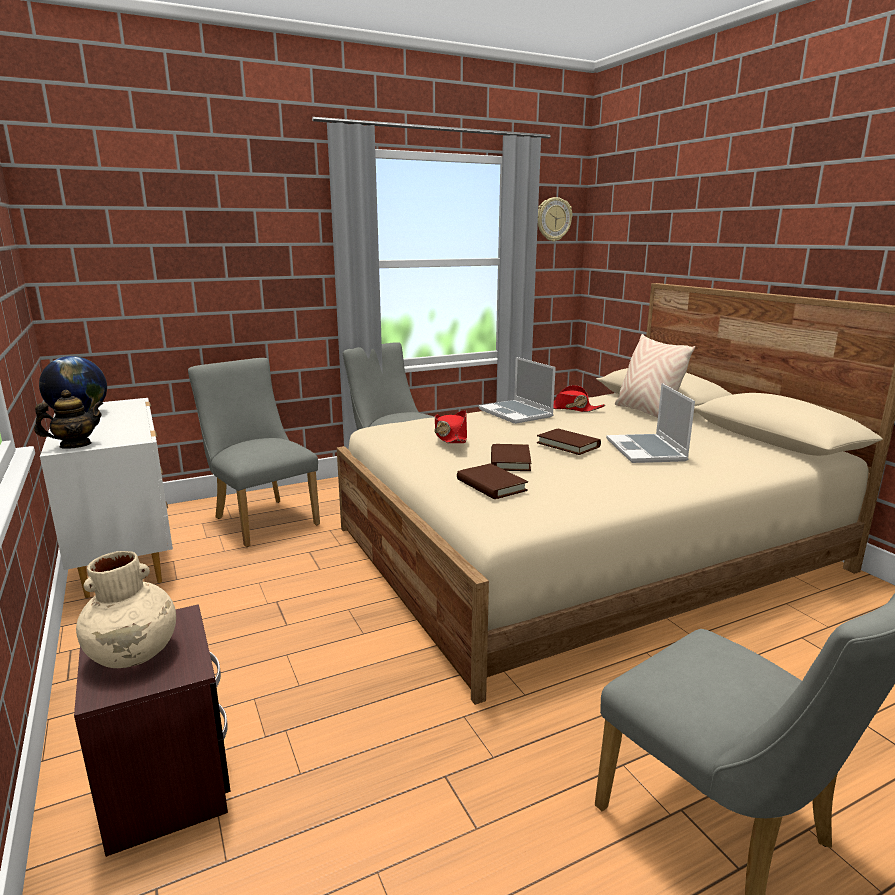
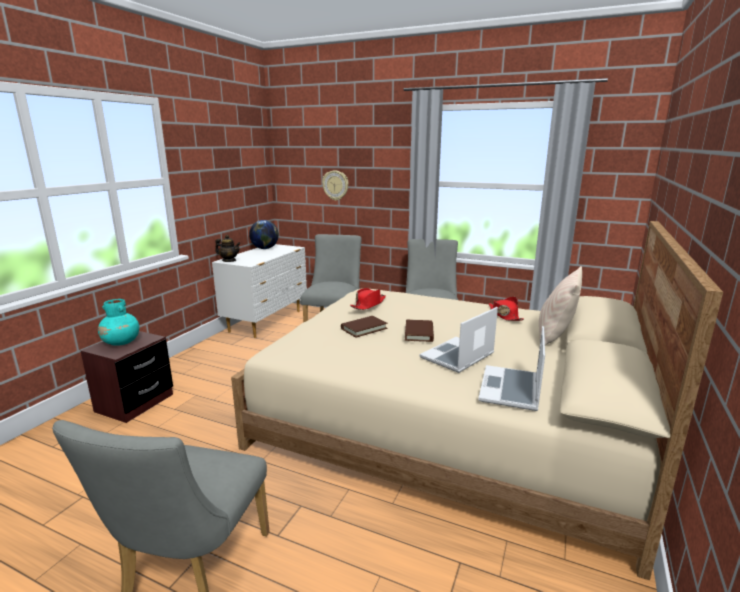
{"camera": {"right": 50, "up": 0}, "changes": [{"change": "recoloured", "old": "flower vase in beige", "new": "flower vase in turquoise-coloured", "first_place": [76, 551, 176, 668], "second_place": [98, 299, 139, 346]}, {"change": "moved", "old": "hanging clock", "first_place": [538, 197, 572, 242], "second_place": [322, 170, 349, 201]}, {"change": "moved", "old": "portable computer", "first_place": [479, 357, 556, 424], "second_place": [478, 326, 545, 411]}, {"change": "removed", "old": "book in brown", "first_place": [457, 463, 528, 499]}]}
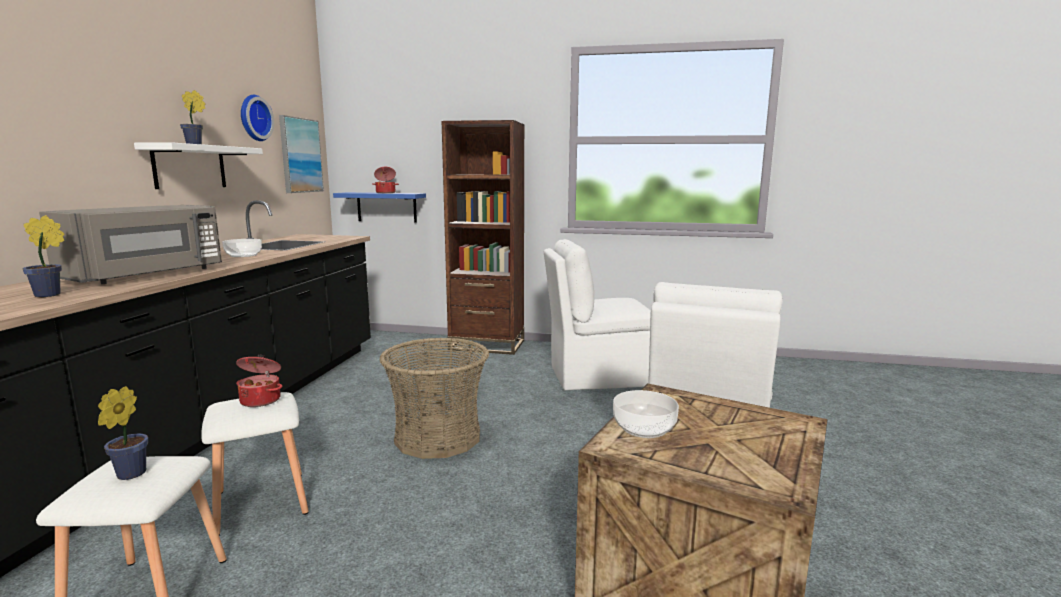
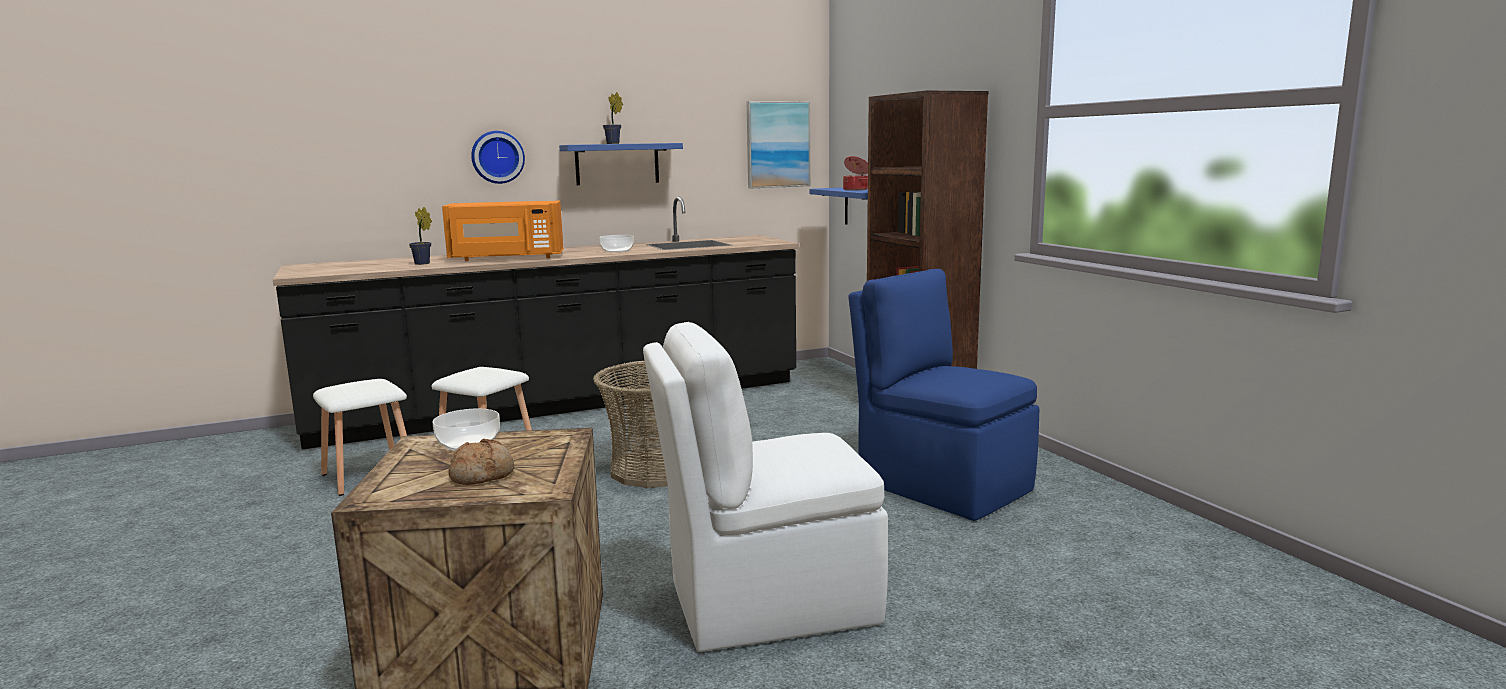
{"camera": {"right": 55, "up": 0}, "changes": [{"change": "recoloured", "old": "microwave in gray", "new": "microwave in orangey", "first_place": [39, 205, 222, 284], "second_place": [442, 201, 564, 261]}, {"change": "added", "new": "baked bread", "second_place": [448, 439, 514, 485]}, {"change": "moved", "old": "hanging clock", "first_place": [241, 95, 274, 141], "second_place": [471, 131, 525, 184]}, {"change": "recoloured", "old": "bracket shelf in whitish", "new": "bracket shelf in blue", "first_place": [134, 142, 263, 189], "second_place": [559, 143, 683, 185]}, {"change": "recoloured", "old": "upright chair in whitish", "new": "upright chair in blue", "first_place": [544, 239, 651, 390], "second_place": [848, 269, 1039, 521]}, {"change": "removed", "old": "houseplant", "first_place": [98, 386, 148, 480]}, {"change": "removed", "old": "saucepot", "first_place": [236, 355, 282, 407]}]}
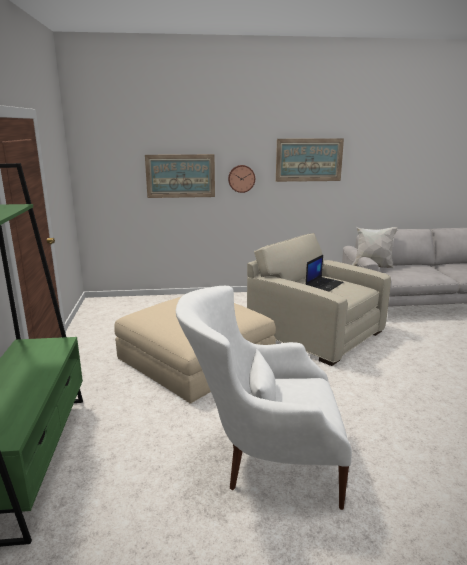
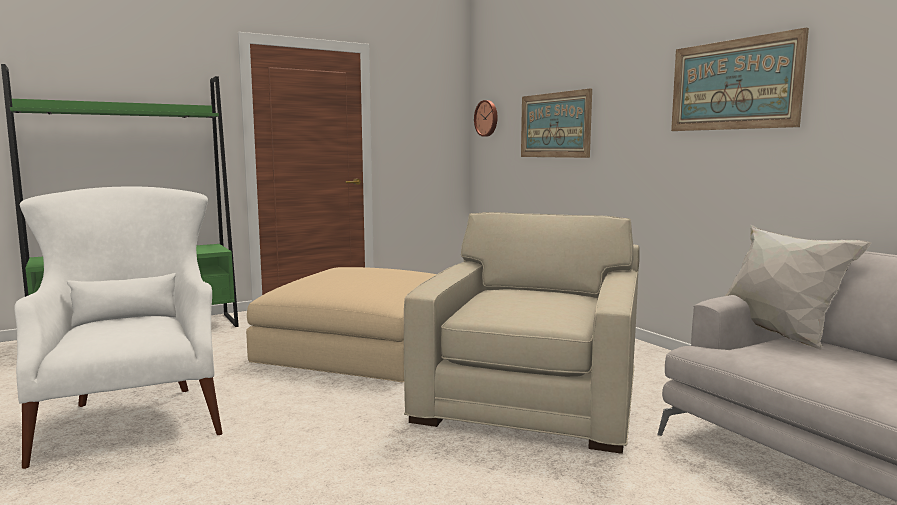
{"camera": {"right": 65, "up": -10}, "changes": [{"change": "moved", "old": "hanging clock", "first_place": [228, 165, 255, 193], "second_place": [474, 100, 498, 137]}, {"change": "removed", "old": "portable computer", "first_place": [305, 255, 344, 291]}]}
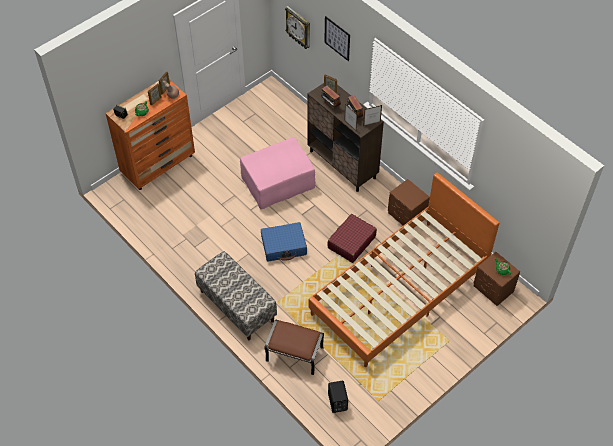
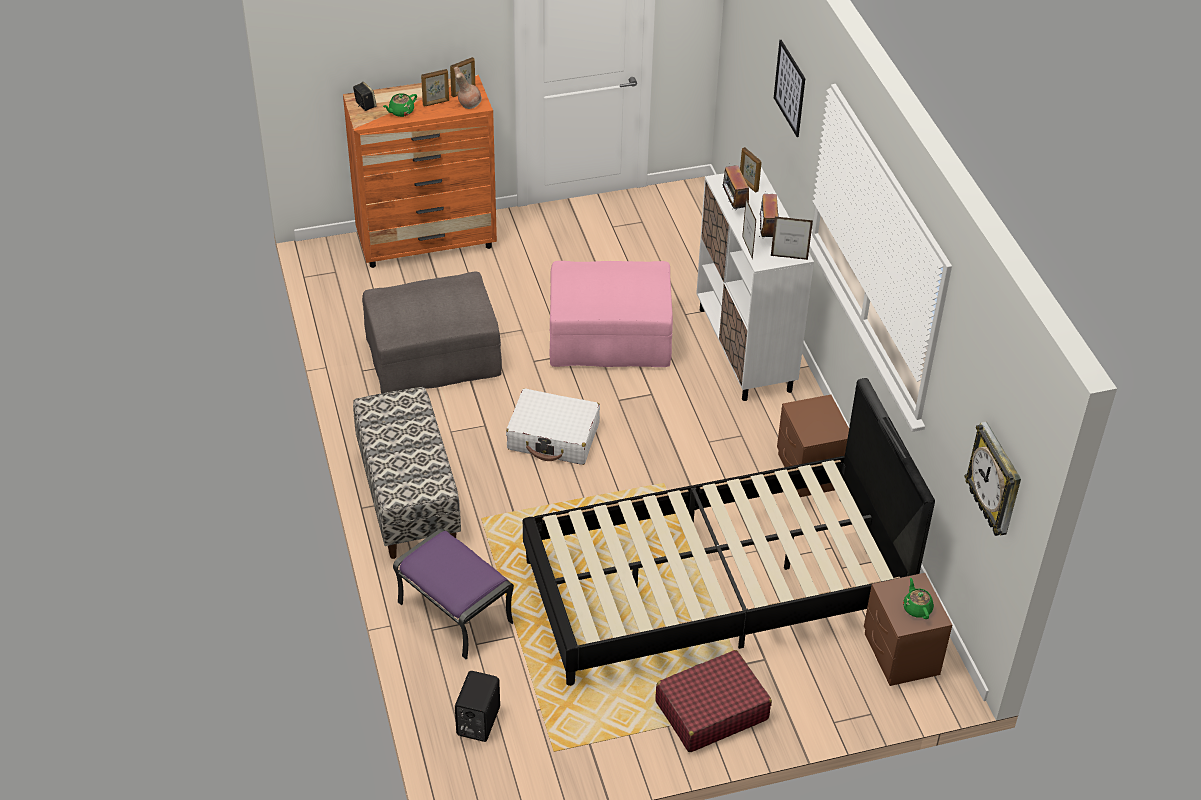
{"camera": {"right": 25, "up": -10}, "changes": [{"change": "added", "new": "ottoman in gray", "second_place": [362, 272, 502, 393]}, {"change": "recoloured", "old": "ottoman in brown", "new": "ottoman in purplish", "first_place": [264, 319, 324, 375], "second_place": [393, 528, 514, 659]}, {"change": "recoloured", "old": "piece of luggage in blue", "new": "piece of luggage in whitish", "first_place": [261, 222, 307, 261], "second_place": [506, 388, 600, 465]}, {"change": "recoloured", "old": "bed in orangey", "new": "bed in black-coloured", "first_place": [309, 172, 500, 367], "second_place": [523, 378, 935, 686]}, {"change": "moved", "old": "piece of luggage in reddish", "first_place": [328, 214, 377, 263], "second_place": [655, 650, 772, 752]}, {"change": "recoloured", "old": "cabinet in brown", "new": "cabinet in whitish", "first_place": [308, 83, 384, 192], "second_place": [696, 167, 814, 401]}, {"change": "moved", "old": "hanging clock", "first_place": [285, 6, 310, 49], "second_place": [964, 422, 1021, 536]}]}
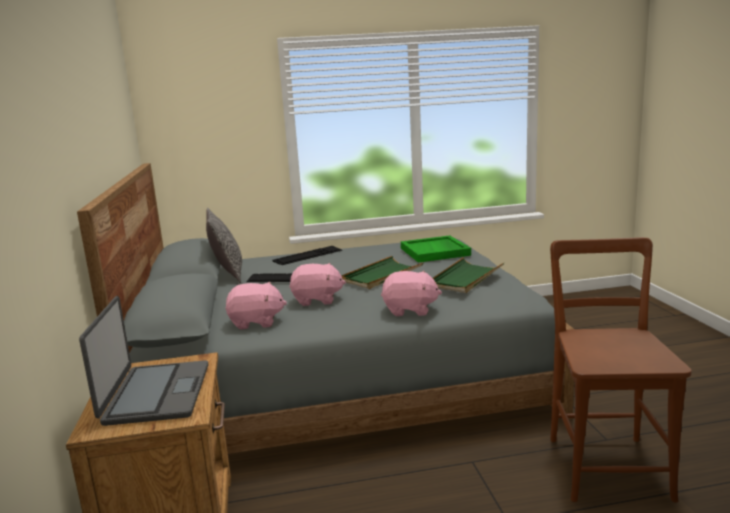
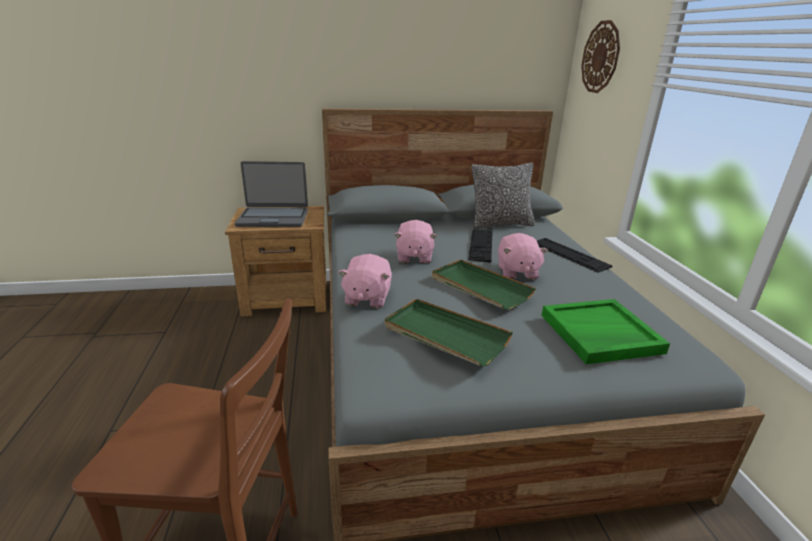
{"camera": {"right": 90, "up": 10}, "changes": [{"change": "moved", "old": "soft toy in pink-coloured", "first_place": [225, 282, 287, 330], "second_place": [498, 233, 548, 280]}, {"change": "added", "new": "hanging clock", "second_place": [581, 20, 620, 93]}]}
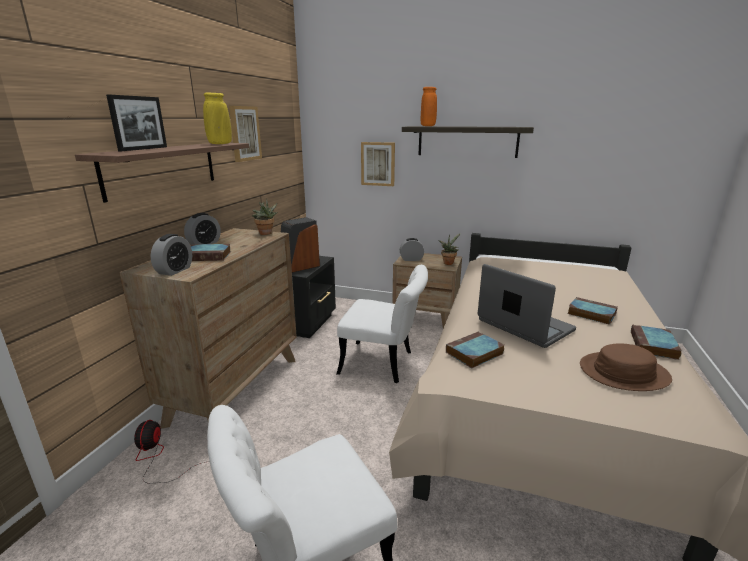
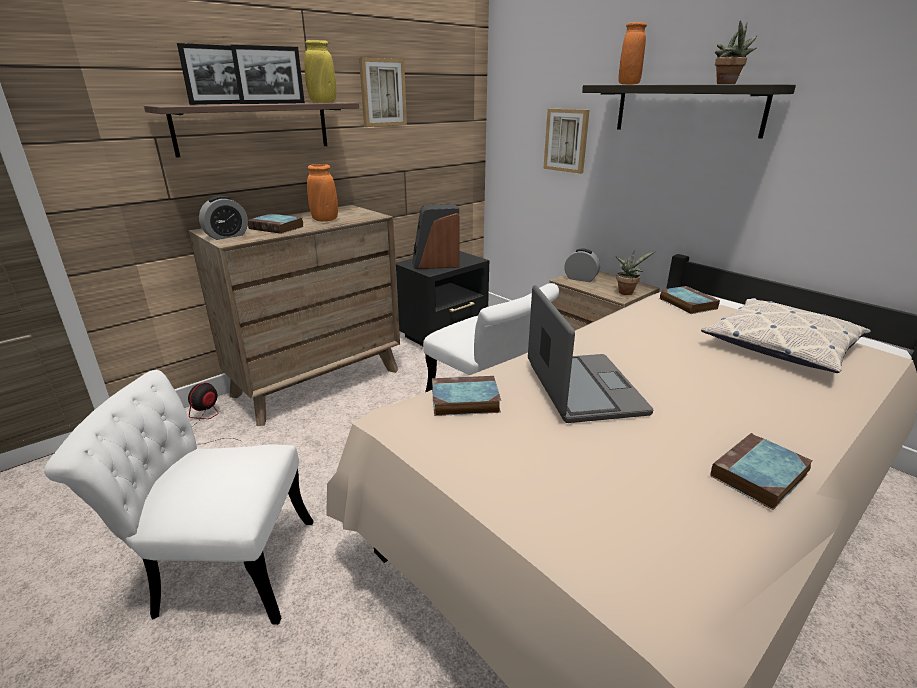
{"camera": {"right": 30, "up": 5}, "changes": [{"change": "added", "new": "standing frame", "second_place": [231, 45, 305, 104]}, {"change": "added", "new": "flower vase in orangey", "second_place": [307, 164, 338, 221]}, {"change": "moved", "old": "book", "first_place": [567, 297, 618, 325], "second_place": [659, 286, 720, 314]}, {"change": "added", "new": "cushion", "second_place": [701, 298, 871, 373]}, {"change": "moved", "old": "houseplant", "first_place": [252, 199, 278, 235], "second_place": [715, 20, 757, 84]}, {"change": "removed", "old": "alarm clock", "first_place": [184, 213, 221, 245]}, {"change": "removed", "old": "wearable hat in brown", "first_place": [580, 343, 672, 391]}]}
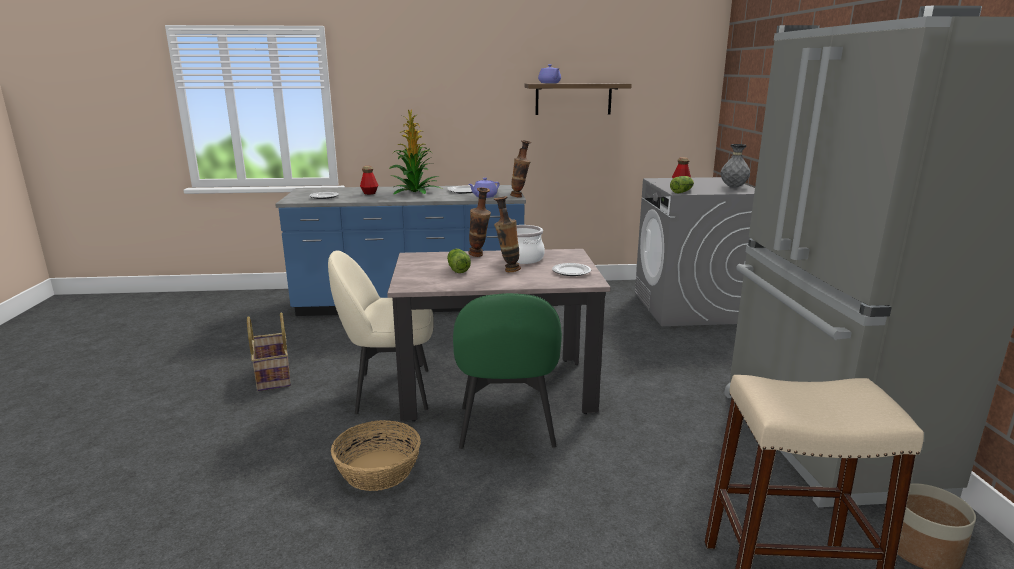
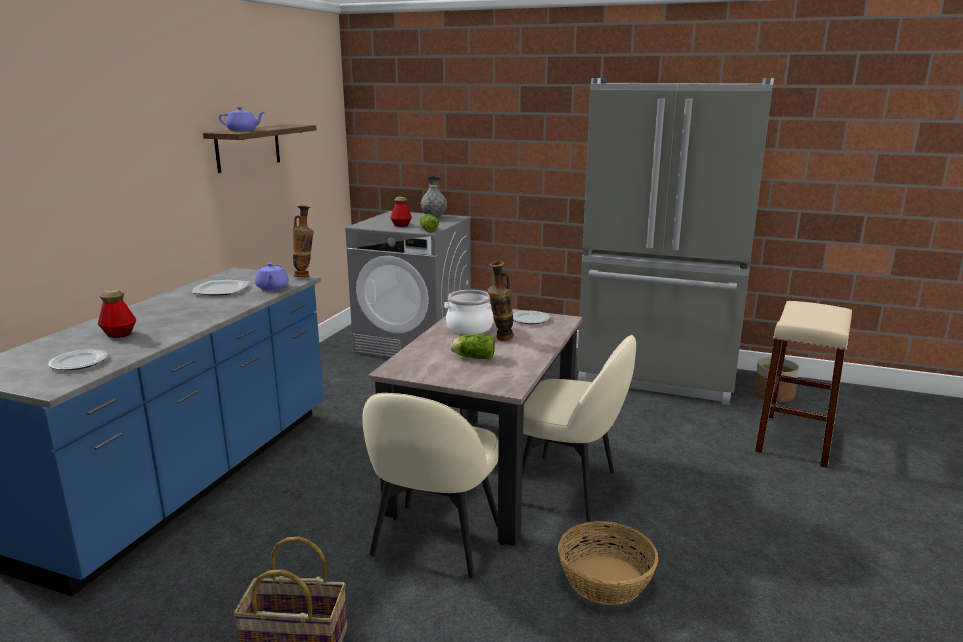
{"camera": {"right": -65, "up": 0}, "changes": [{"change": "recoloured", "old": "upright chair in green", "new": "upright chair in beige", "first_place": [453, 293, 562, 449], "second_place": [522, 335, 636, 522]}, {"change": "removed", "old": "houseplant", "first_place": [389, 110, 442, 194]}, {"change": "removed", "old": "flower vase", "first_place": [468, 187, 491, 257]}]}
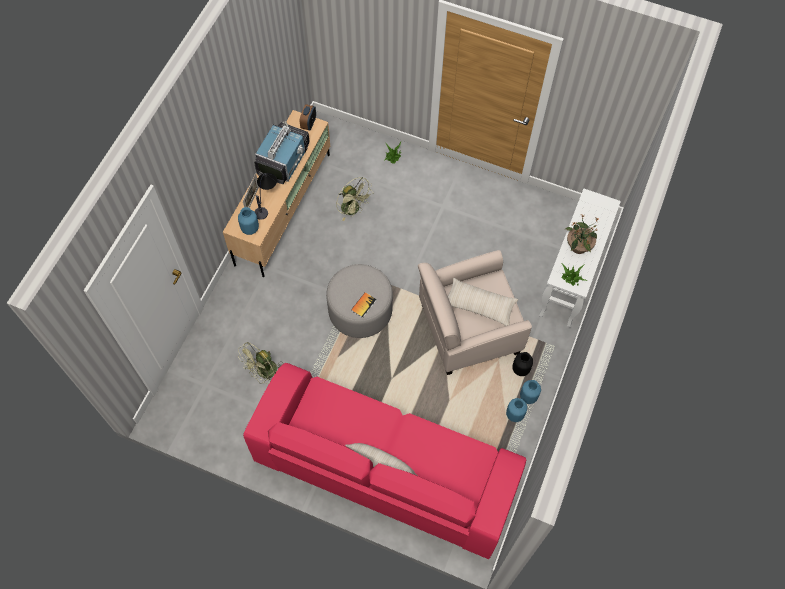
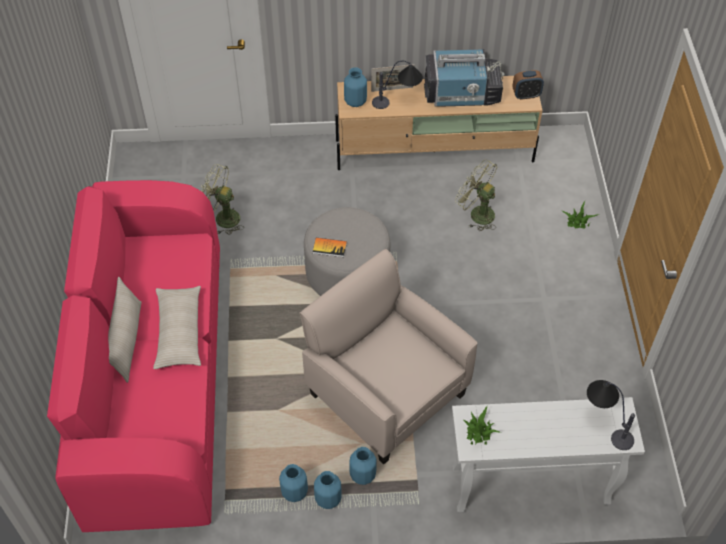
{"camera": {"right": 65, "up": -10}, "changes": [{"change": "moved", "old": "cushion in beige", "first_place": [448, 278, 518, 326], "second_place": [153, 286, 201, 369]}, {"change": "recoloured", "old": "flower vase in black-coloured", "new": "flower vase in blue", "first_place": [513, 352, 533, 376], "second_place": [349, 447, 377, 485]}, {"change": "turned", "old": "cooling fan in green", "first_place": [336, 177, 373, 221], "second_place": [455, 159, 497, 231], "degrees": 105}, {"change": "added", "new": "lamp for a table", "second_place": [587, 380, 635, 450]}, {"change": "removed", "old": "houseplant", "first_place": [565, 214, 599, 254]}]}
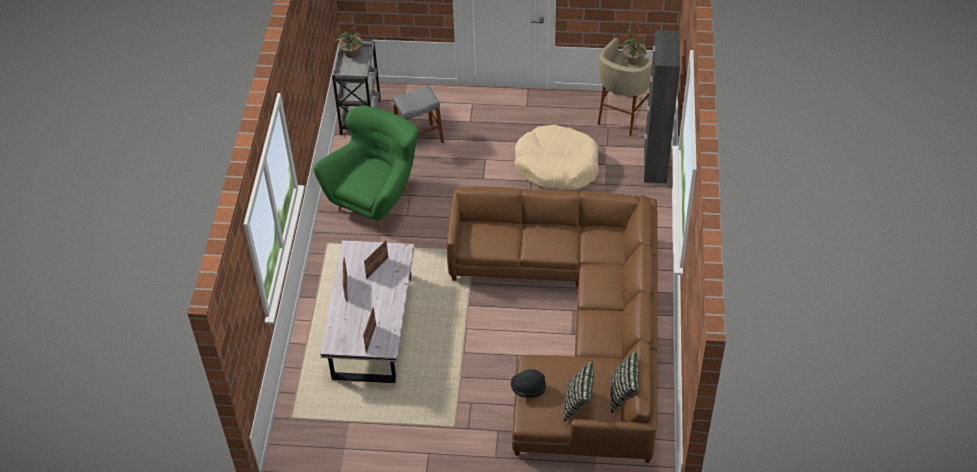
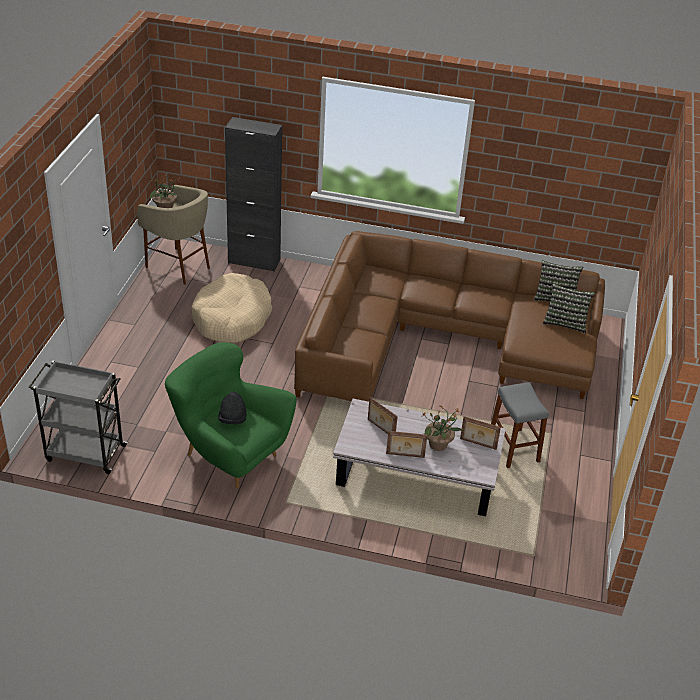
{"camera": {"right": -85, "up": -10}, "changes": [{"change": "moved", "old": "wearable hat in black-coloured", "first_place": [511, 369, 546, 398], "second_place": [218, 392, 246, 424]}, {"change": "moved", "old": "houseplant", "first_place": [335, 22, 363, 58], "second_place": [421, 405, 464, 451]}, {"change": "moved", "old": "stool seat in gray", "first_place": [393, 85, 444, 143], "second_place": [491, 382, 549, 468]}]}
